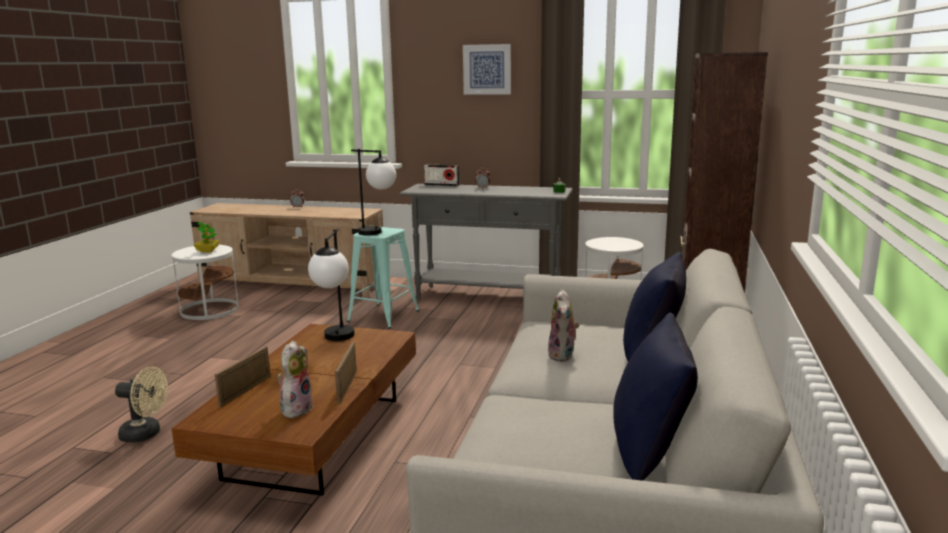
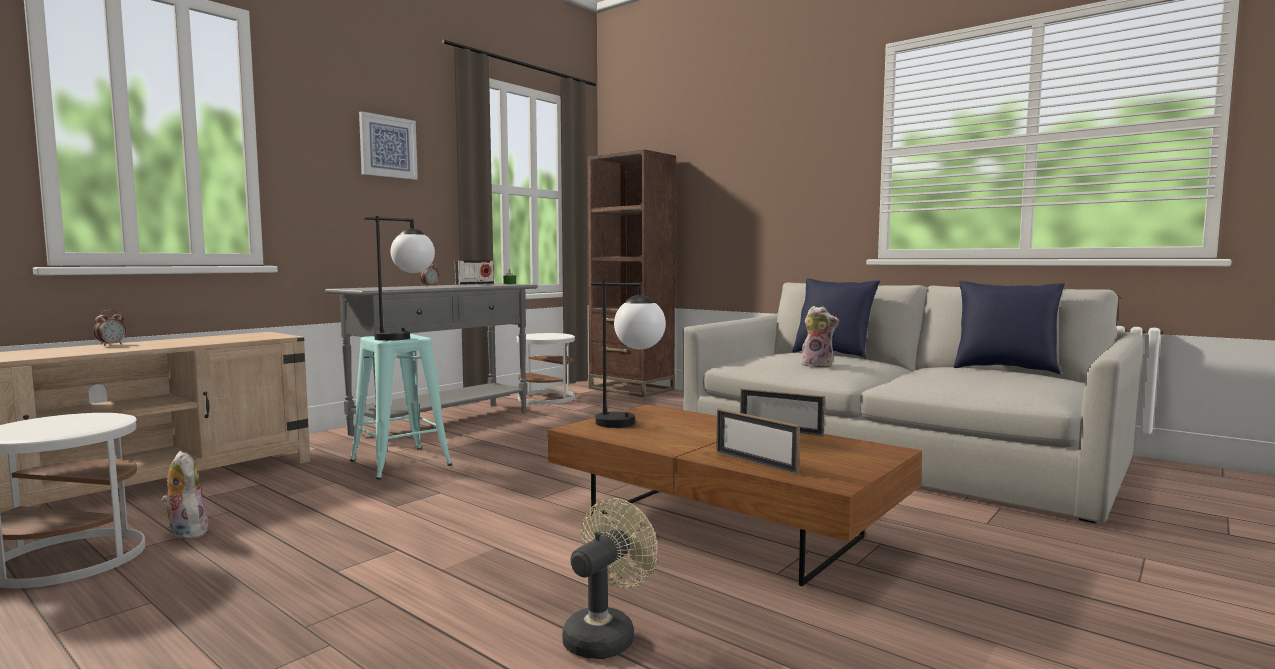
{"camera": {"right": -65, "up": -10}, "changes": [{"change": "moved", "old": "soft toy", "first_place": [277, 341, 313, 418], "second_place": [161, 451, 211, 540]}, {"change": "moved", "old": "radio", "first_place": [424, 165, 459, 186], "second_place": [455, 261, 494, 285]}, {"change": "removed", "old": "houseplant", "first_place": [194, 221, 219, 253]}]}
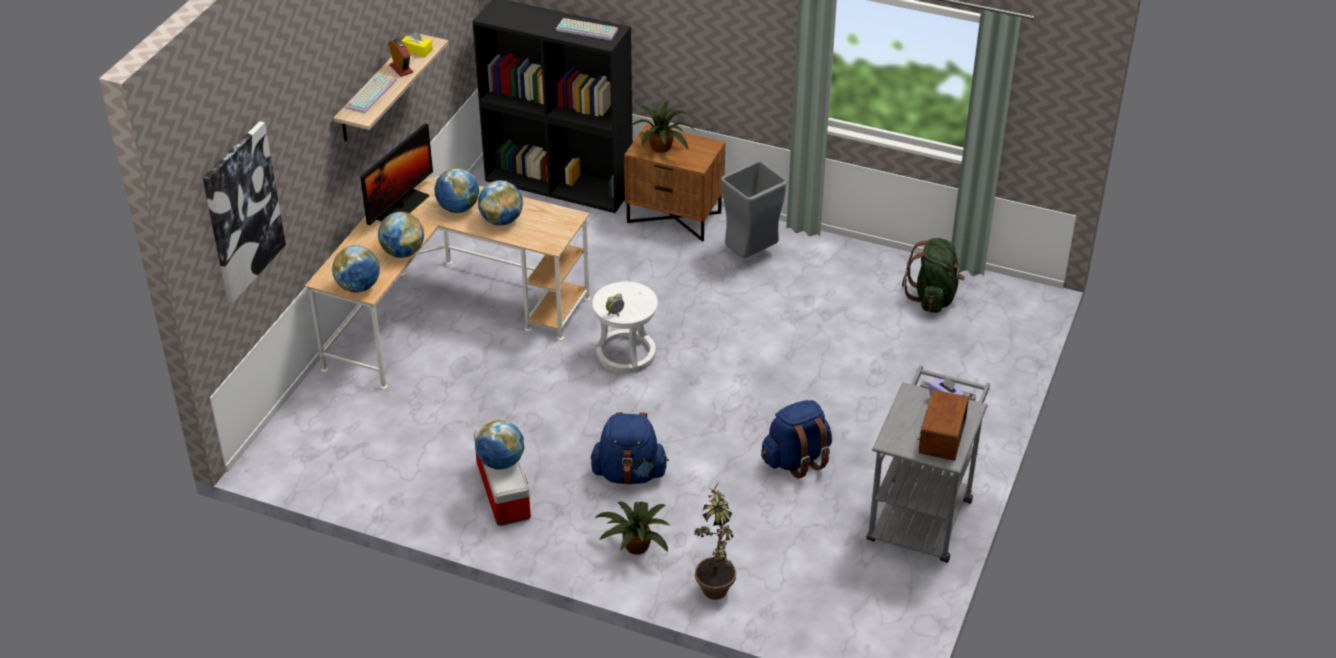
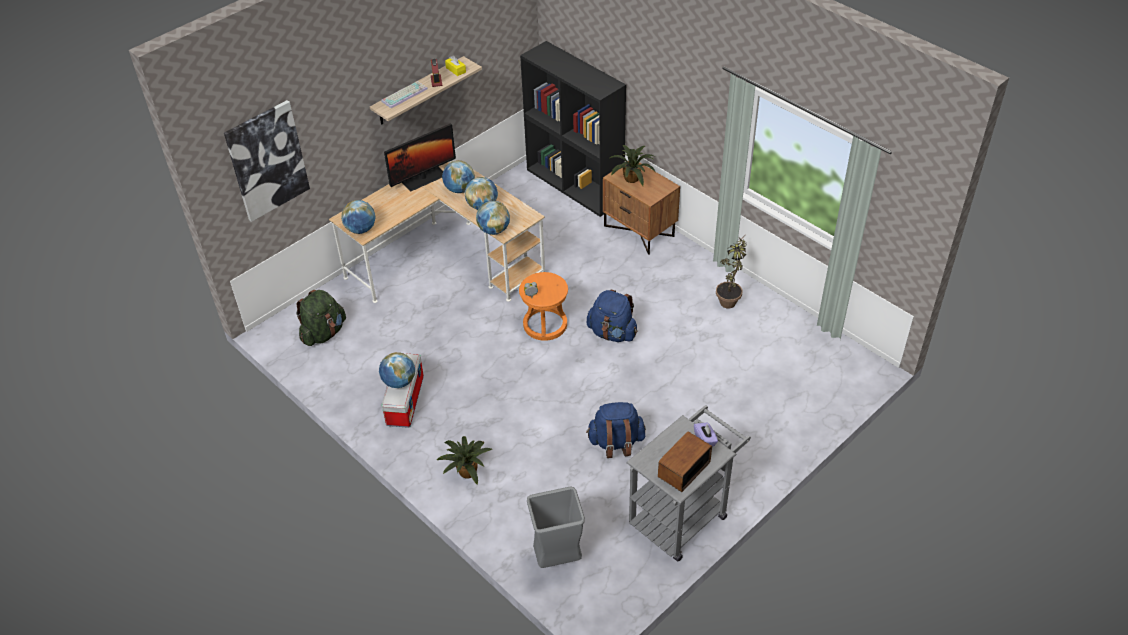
{"camera": {"right": 25, "up": 5}, "changes": [{"change": "moved", "old": "knapsack in green", "first_place": [902, 238, 965, 313], "second_place": [296, 290, 346, 346]}, {"change": "moved", "old": "desk globe", "first_place": [378, 212, 424, 258], "second_place": [476, 201, 510, 235]}, {"change": "recoloured", "old": "stool seat in whitish", "new": "stool seat in orangey", "first_place": [592, 282, 658, 374], "second_place": [519, 272, 568, 341]}, {"change": "moved", "old": "rubbish bin in gray", "first_place": [721, 160, 788, 258], "second_place": [527, 486, 585, 568]}, {"change": "moved", "old": "knapsack in blue", "first_place": [591, 412, 669, 485], "second_place": [587, 290, 637, 342]}, {"change": "moved", "old": "houseplant", "first_place": [694, 480, 736, 600], "second_place": [716, 236, 747, 309]}, {"change": "removed", "old": "computer keyboard", "first_place": [556, 18, 618, 40]}]}
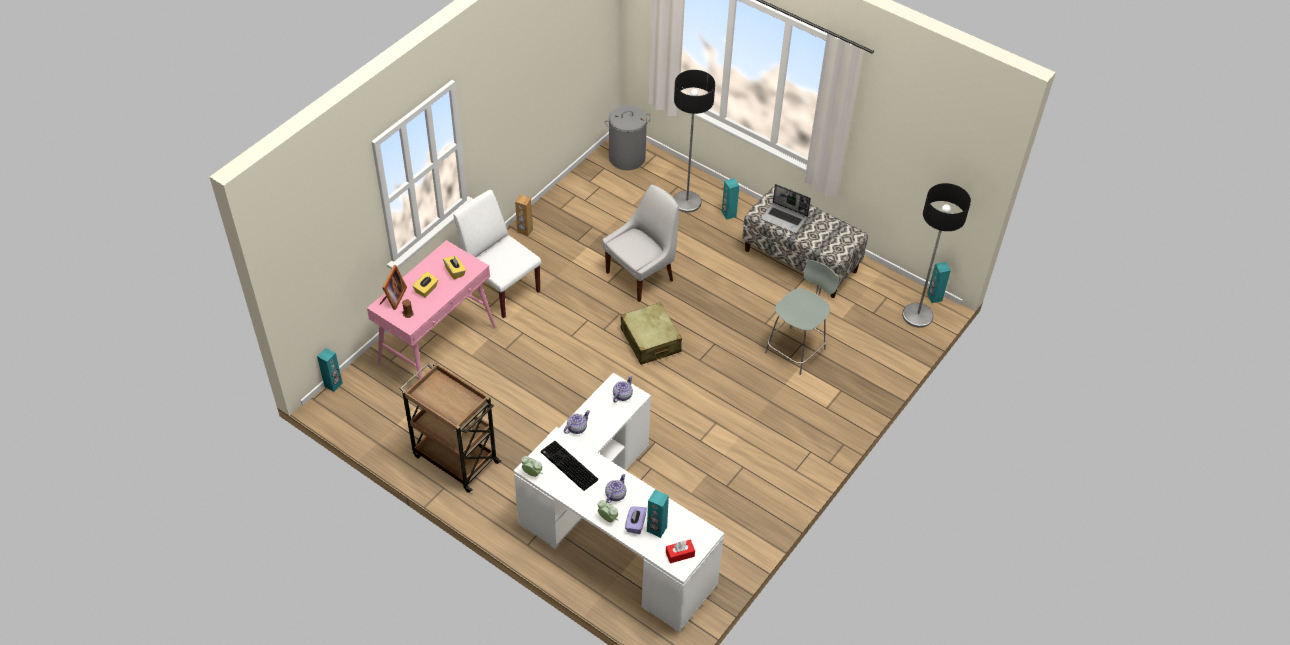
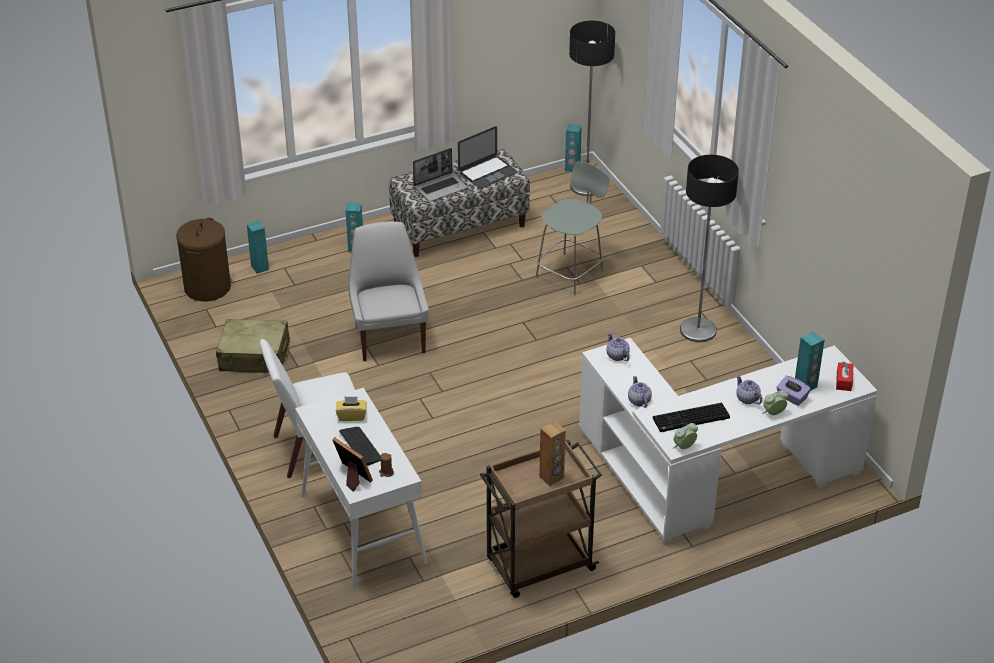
{"camera": {"right": -60, "up": -10}, "changes": [{"change": "recoloured", "old": "hamper in gray", "new": "hamper in brown", "first_place": [605, 105, 651, 170], "second_place": [176, 218, 231, 302]}, {"change": "moved", "old": "piece of luggage in beige", "first_place": [621, 302, 682, 365], "second_place": [216, 319, 290, 373]}, {"change": "moved", "old": "loudspeaker in turquoise-coloured", "first_place": [317, 348, 343, 392], "second_place": [247, 220, 269, 274]}, {"change": "recoloured", "old": "hall table in pink-coloured", "new": "hall table in whitish", "first_place": [367, 240, 495, 379], "second_place": [295, 388, 427, 589]}, {"change": "replaced", "old": "box of tissues in yellow-coloured", "new": "computer keyboard", "first_place": [413, 272, 438, 297], "second_place": [339, 427, 381, 466]}, {"change": "added", "new": "portable computer", "second_place": [458, 126, 518, 189]}, {"change": "turned", "old": "upright chair in gray", "first_place": [765, 260, 839, 375], "second_place": [536, 162, 609, 295], "degrees": 60}, {"change": "moved", "old": "loudspeaker in brown", "first_place": [515, 194, 533, 236], "second_place": [539, 421, 566, 486]}, {"change": "moved", "old": "standing lamp", "first_place": [674, 70, 715, 213], "second_place": [680, 155, 739, 342]}]}
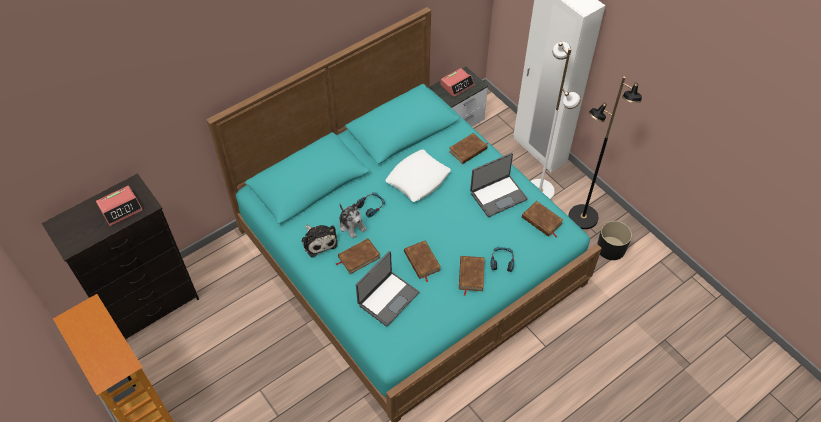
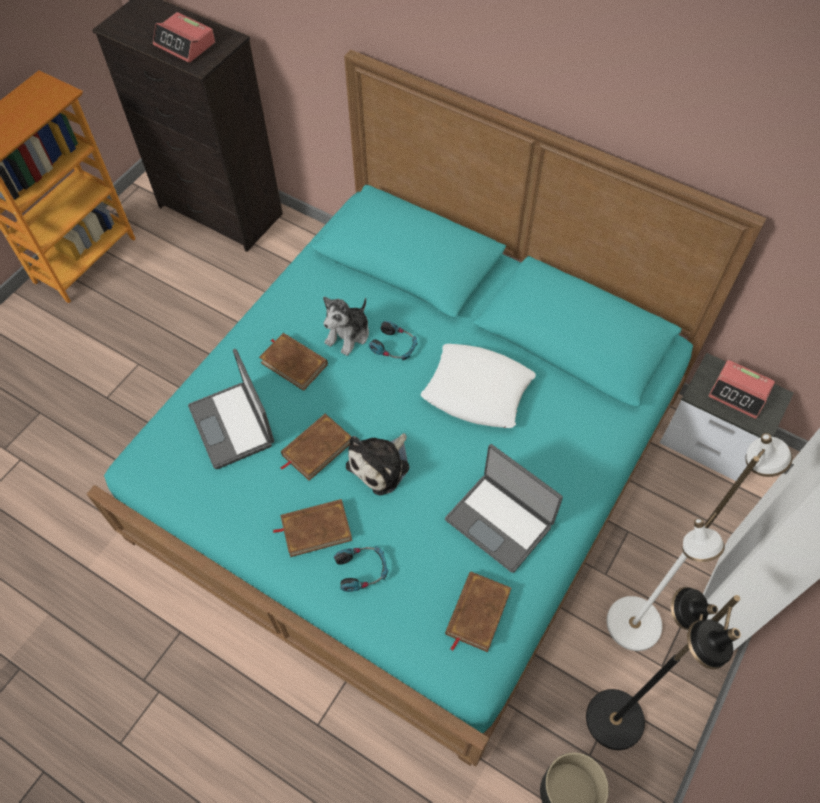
{"camera": {"right": 70, "up": 5}, "changes": [{"change": "turned", "old": "portable computer", "first_place": [356, 251, 419, 326], "second_place": [188, 349, 274, 469], "degrees": 45}, {"change": "moved", "old": "soft toy", "first_place": [301, 225, 338, 257], "second_place": [346, 433, 409, 495]}, {"change": "removed", "old": "book in brown", "first_place": [449, 133, 488, 164]}]}
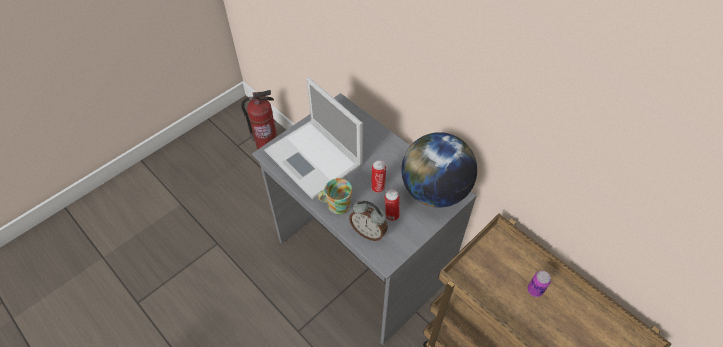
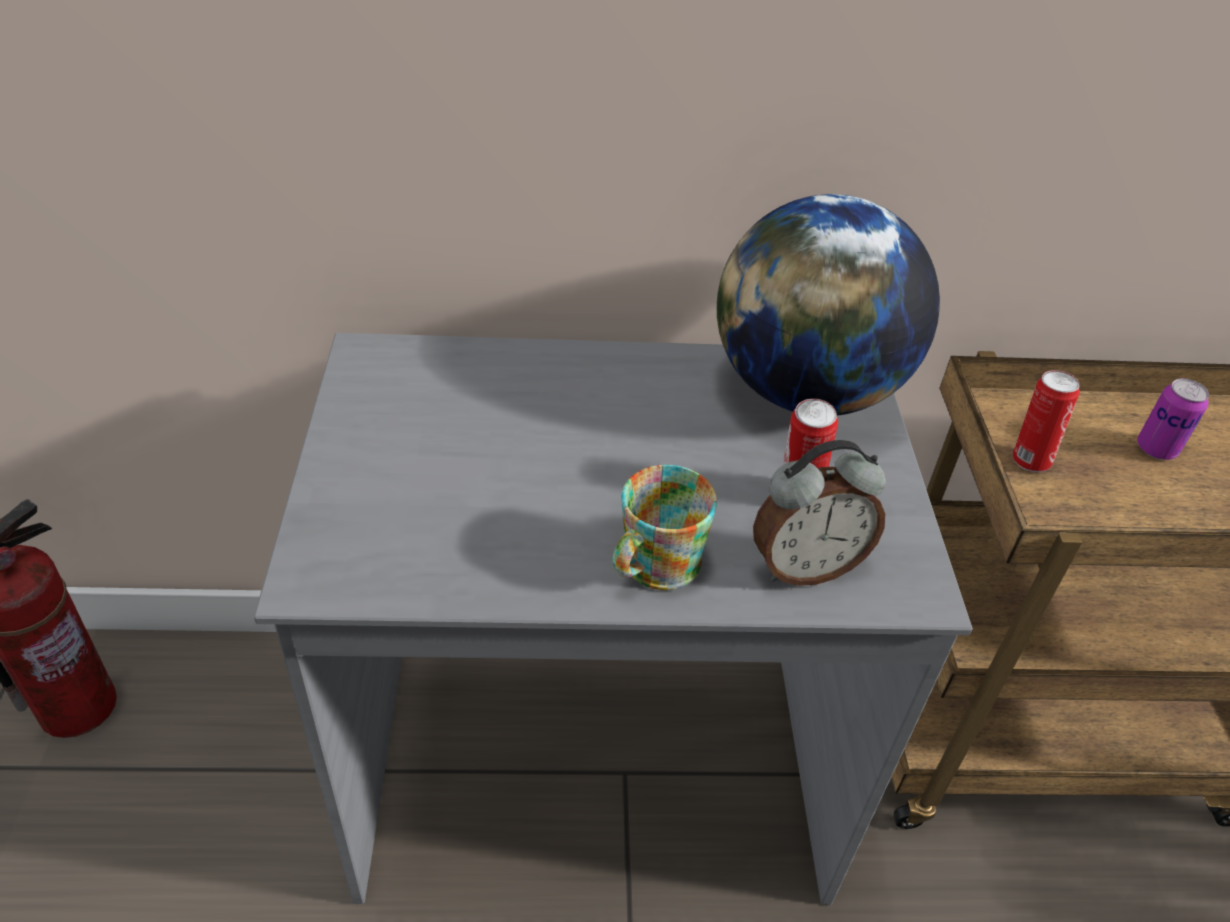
{"camera": {"right": -50, "up": -10}, "changes": [{"change": "moved", "old": "can", "first_place": [371, 160, 386, 193], "second_place": [1013, 370, 1080, 472]}, {"change": "removed", "old": "portable computer", "first_place": [264, 77, 363, 200]}]}
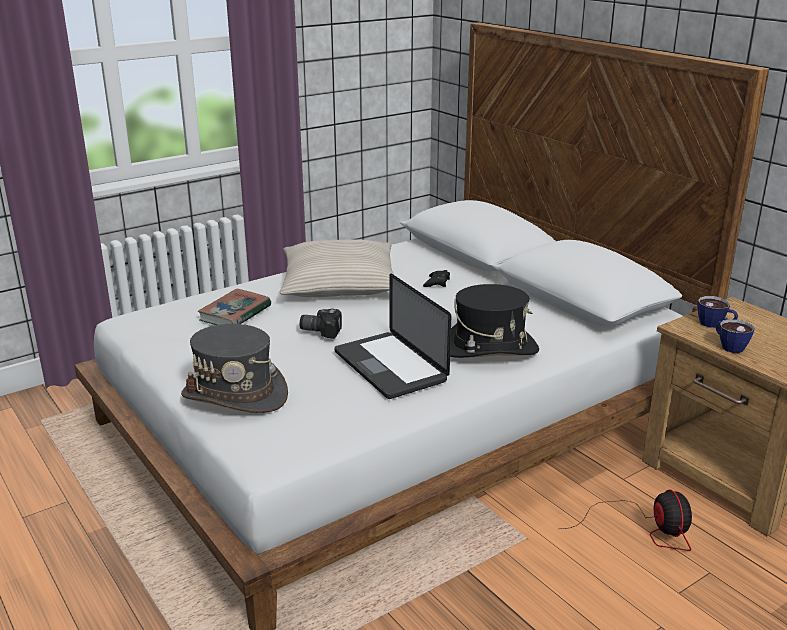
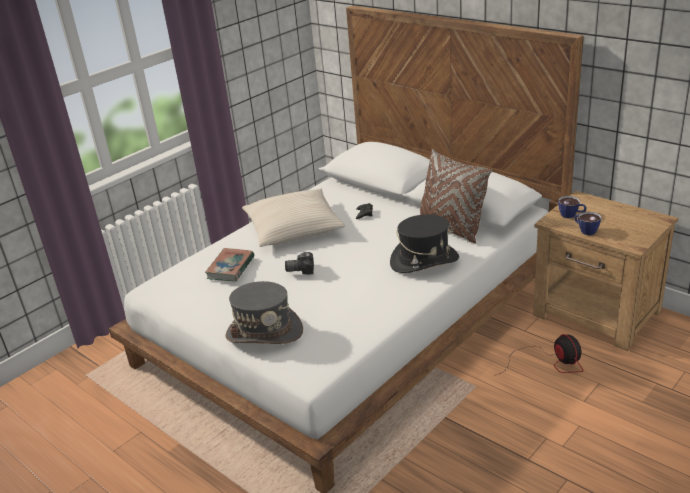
{"camera": {"right": -10, "up": 5}, "changes": [{"change": "added", "new": "cushion in brown", "second_place": [420, 149, 492, 243]}, {"change": "removed", "old": "portable computer", "first_place": [334, 274, 451, 399]}]}
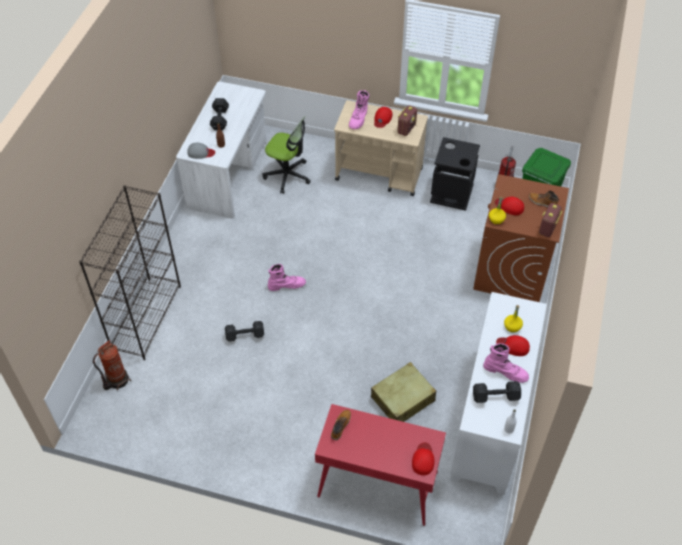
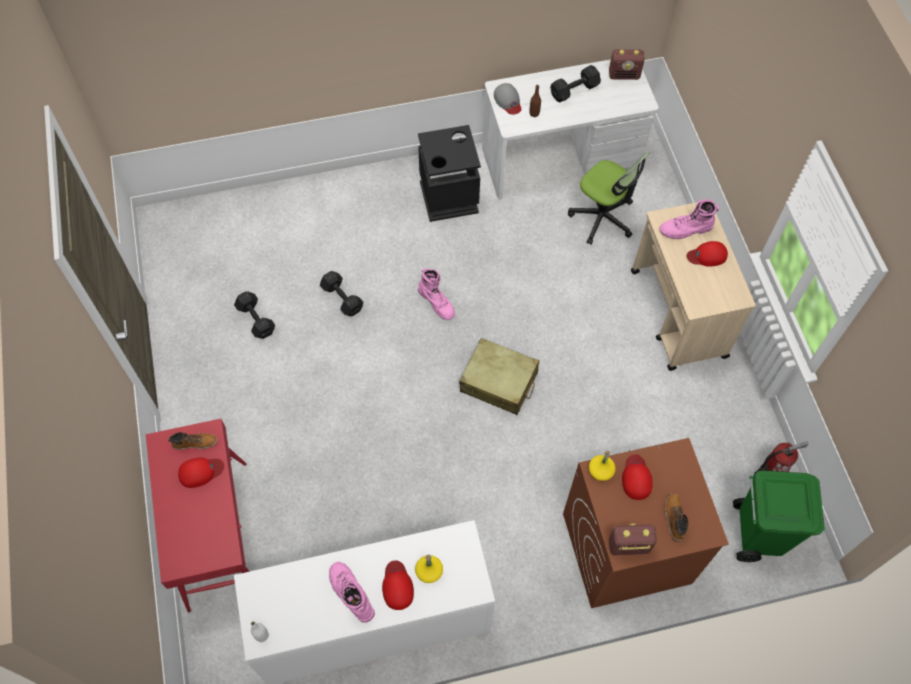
{"camera": {"right": 60, "up": 10}, "changes": [{"change": "moved", "old": "baseball cap in reddish", "first_place": [412, 442, 435, 475], "second_place": [178, 458, 224, 488]}, {"change": "moved", "old": "free weight in black-coloured", "first_place": [473, 381, 521, 403], "second_place": [234, 291, 275, 339]}, {"change": "turned", "old": "high-top boot in pink-coloured", "first_place": [483, 343, 529, 383], "second_place": [329, 562, 375, 623], "degrees": 150}, {"change": "moved", "old": "rubbish bin in black-coloured", "first_place": [430, 137, 480, 211], "second_place": [418, 125, 481, 222]}, {"change": "moved", "old": "piece of luggage in beige", "first_place": [371, 362, 436, 422], "second_place": [459, 338, 539, 415]}, {"change": "turned", "old": "computer chair", "first_place": [263, 116, 311, 194], "second_place": [568, 152, 650, 245], "degrees": -45}, {"change": "moved", "old": "radio", "first_place": [398, 105, 417, 136], "second_place": [609, 49, 645, 80]}, {"change": "removed", "old": "bookshelf in black-coloured", "first_place": [79, 185, 181, 360]}, {"change": "removed", "old": "fire extinguisher", "first_place": [93, 340, 131, 390]}]}
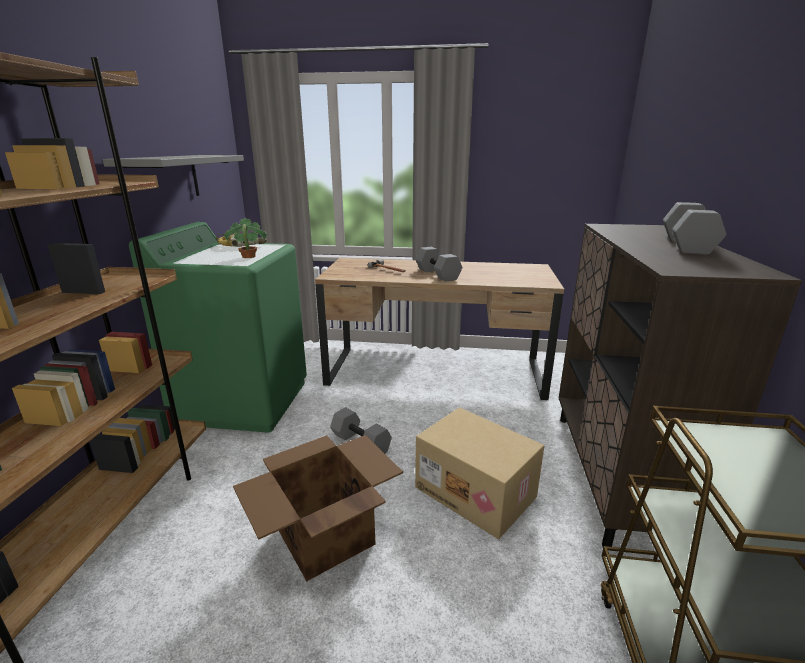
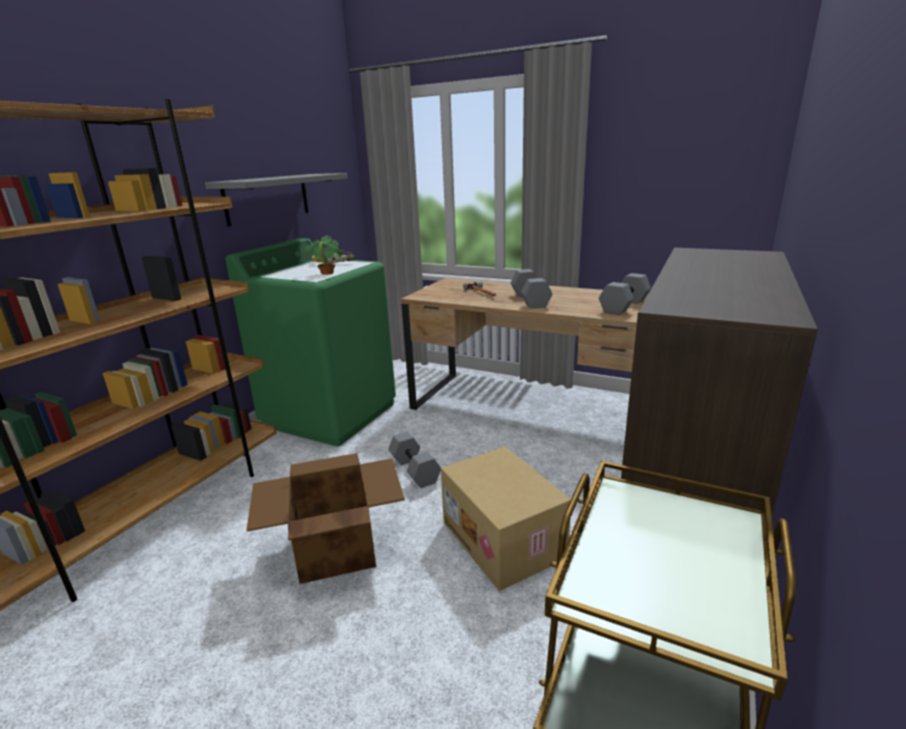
{"camera": {"right": 20, "up": 0}, "changes": [{"change": "moved", "old": "free weight in gray", "first_place": [663, 202, 726, 255], "second_place": [599, 273, 651, 315]}]}
